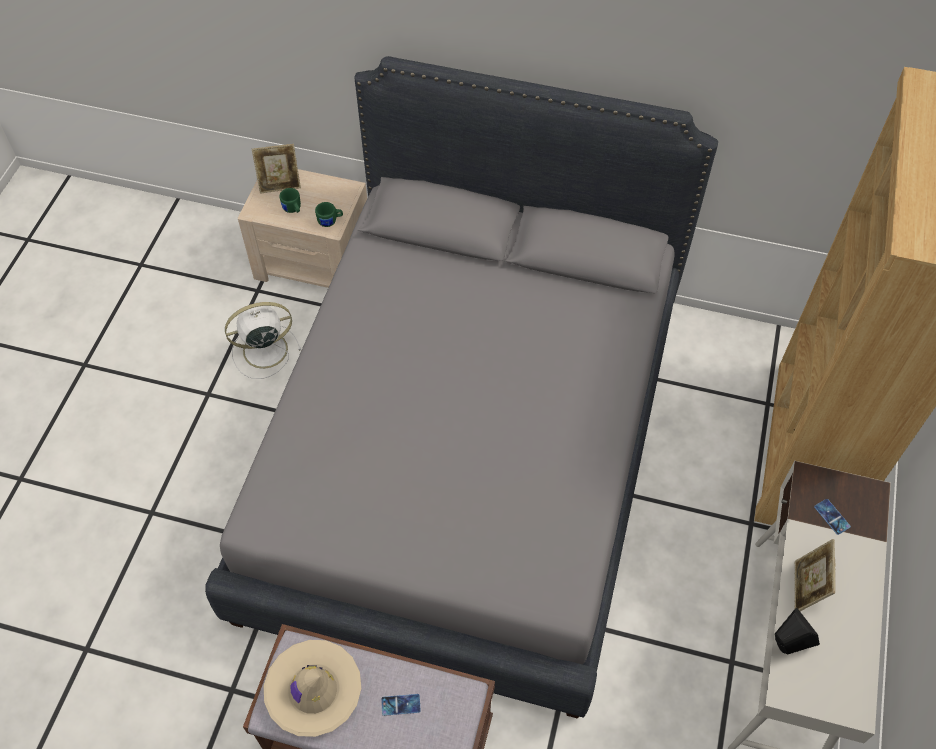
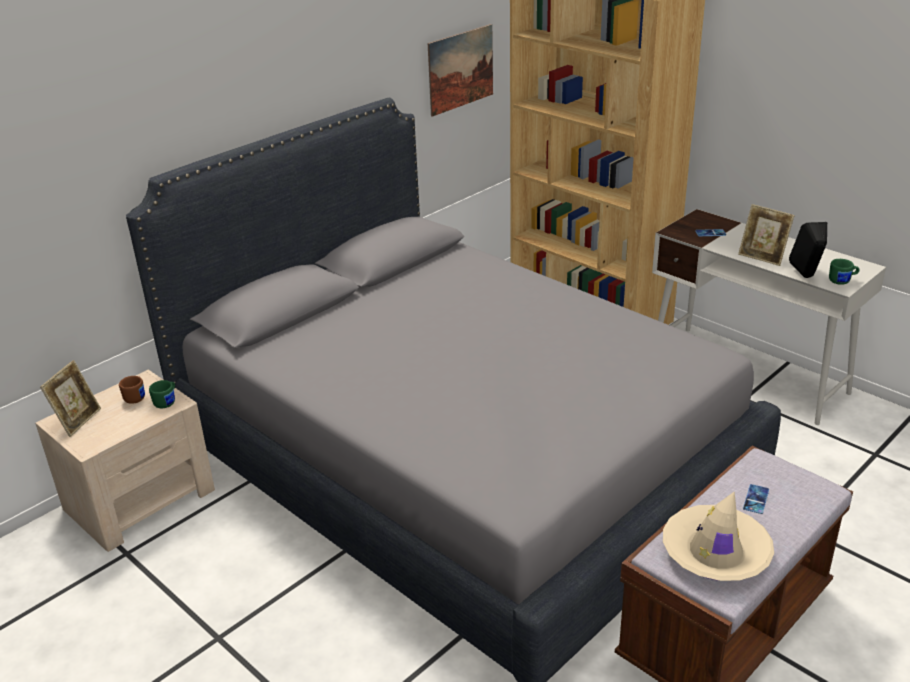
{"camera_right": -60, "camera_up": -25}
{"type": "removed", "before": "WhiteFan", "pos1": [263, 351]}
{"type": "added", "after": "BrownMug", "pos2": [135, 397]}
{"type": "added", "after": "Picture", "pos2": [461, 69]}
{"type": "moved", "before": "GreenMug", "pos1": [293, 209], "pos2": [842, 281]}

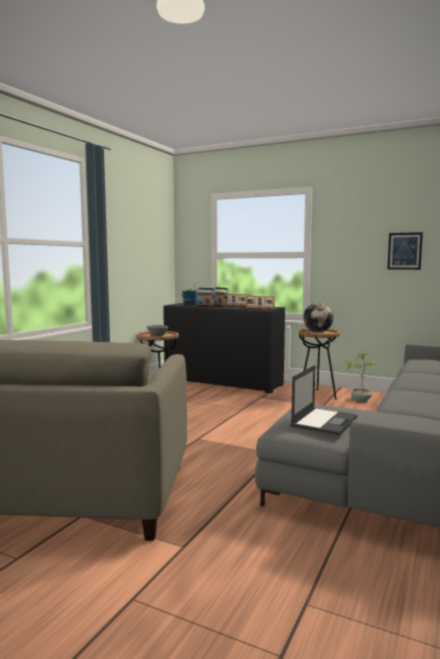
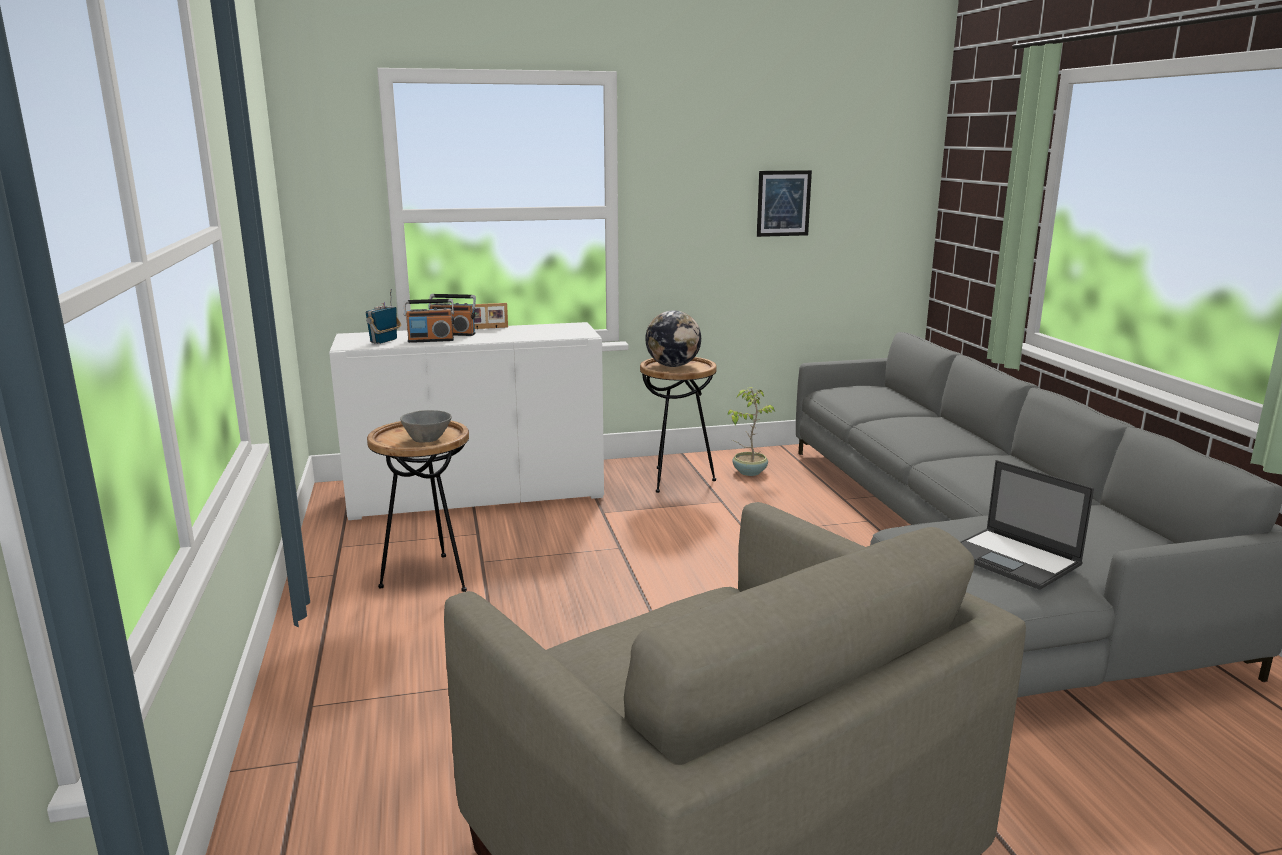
{"camera_right": -40, "camera_up": 10}
{"type": "removed", "before": "PictureFrame", "pos1": [259, 308]}
{"type": "recoloured", "before": "BlackCabinet", "after": "WhiteCabinet", "pos1": [223, 382], "pos2": [477, 495]}
{"type": "turned", "before": "Laptop", "pos1": [324, 421], "pos2": [1014, 559], "turn": 150}

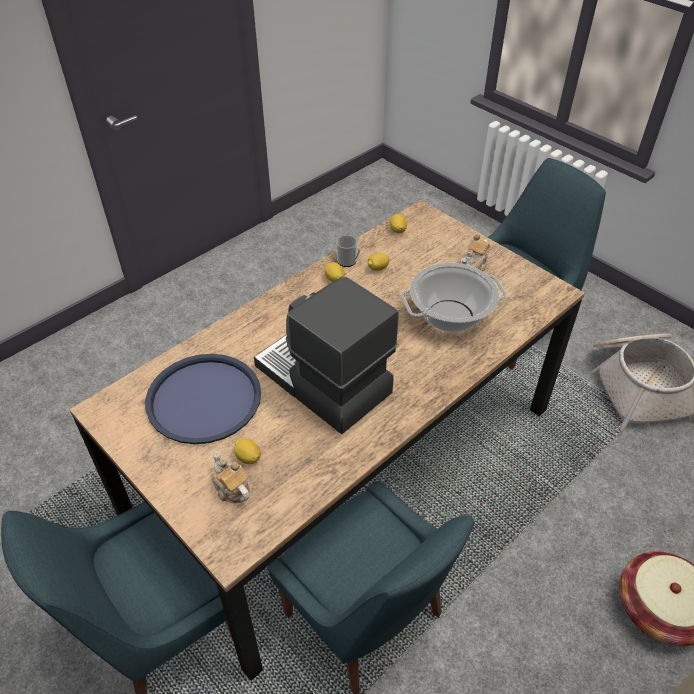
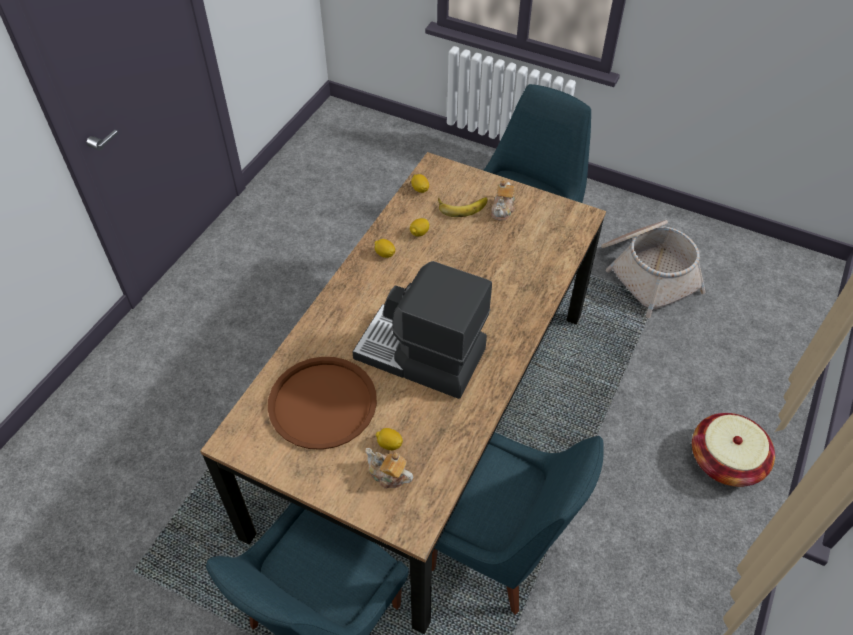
{"camera_right": -20, "camera_up": 5}
{"type": "removed", "before": "Mug", "pos1": [348, 262]}
{"type": "removed", "before": "CookingPot", "pos1": [450, 316]}
{"type": "added", "after": "Banana", "pos2": [462, 205]}
{"type": "recoloured", "before": "BlueTray", "after": "BrownTray", "pos1": [204, 399], "pos2": [322, 403]}

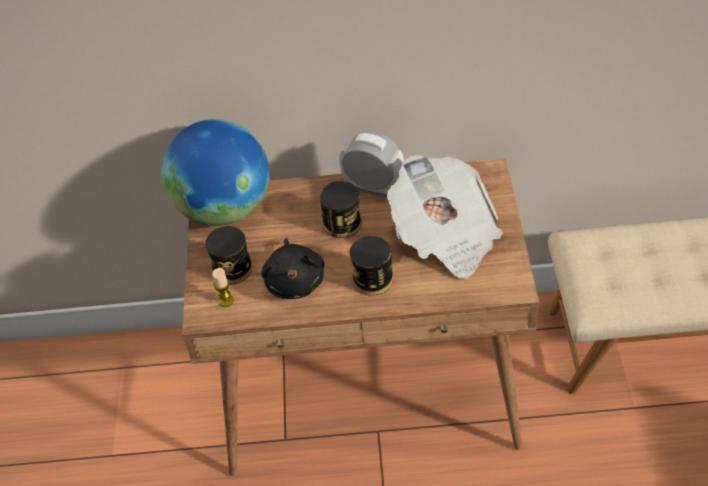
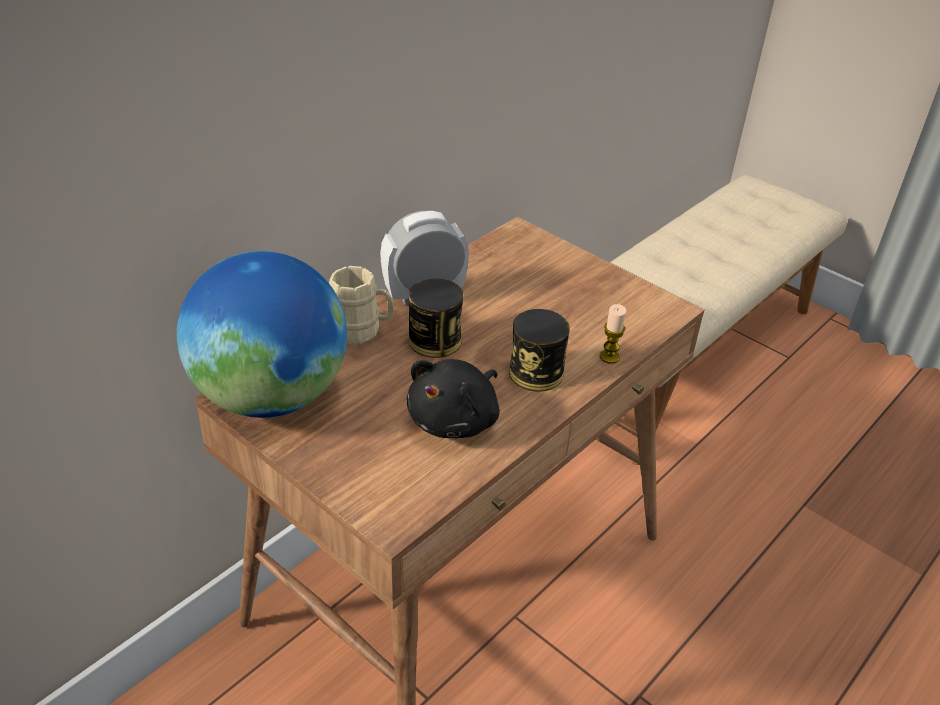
{"camera_right": -50, "camera_up": -10}
{"type": "removed", "before": "Can", "pos1": [232, 268]}
{"type": "removed", "before": "Newspaper", "pos1": [445, 236]}
{"type": "added", "after": "BeigeMug", "pos2": [361, 331]}
{"type": "moved", "before": "Candle", "pos1": [226, 300], "pos2": [609, 357]}
{"type": "turned", "before": "BlackPlushToy", "pos1": [295, 281], "pos2": [456, 420], "turn": 90}

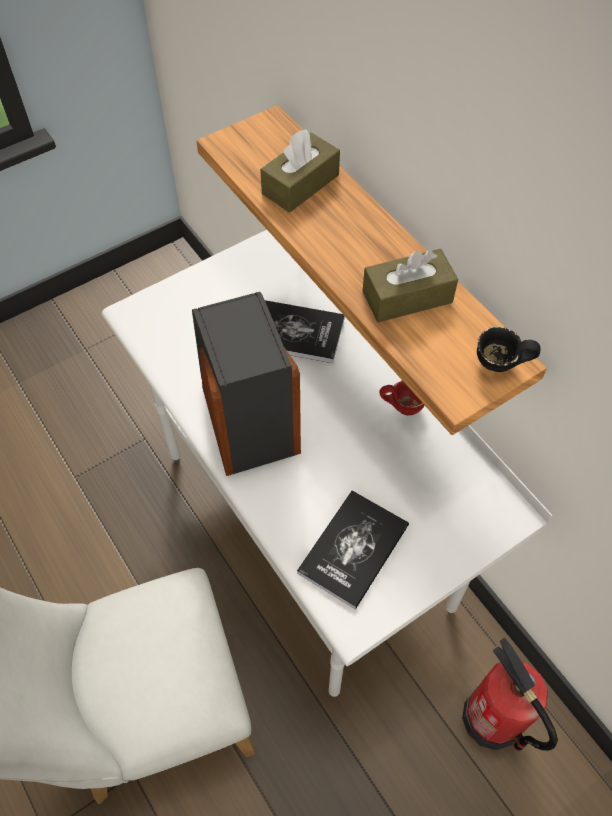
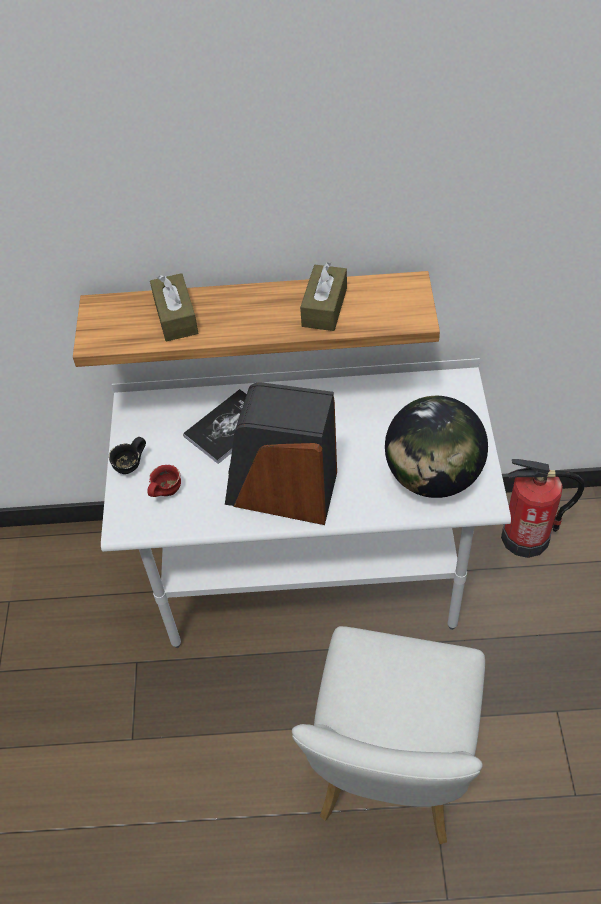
{"camera_right": -55, "camera_up": -5}
{"type": "moved", "before": "RedMug", "pos1": [403, 406], "pos2": [165, 492]}
{"type": "moved", "before": "BlackMug", "pos1": [498, 367], "pos2": [131, 468]}
{"type": "replaced", "before": "Book", "after": "Globe", "pos1": [353, 549], "pos2": [432, 476]}

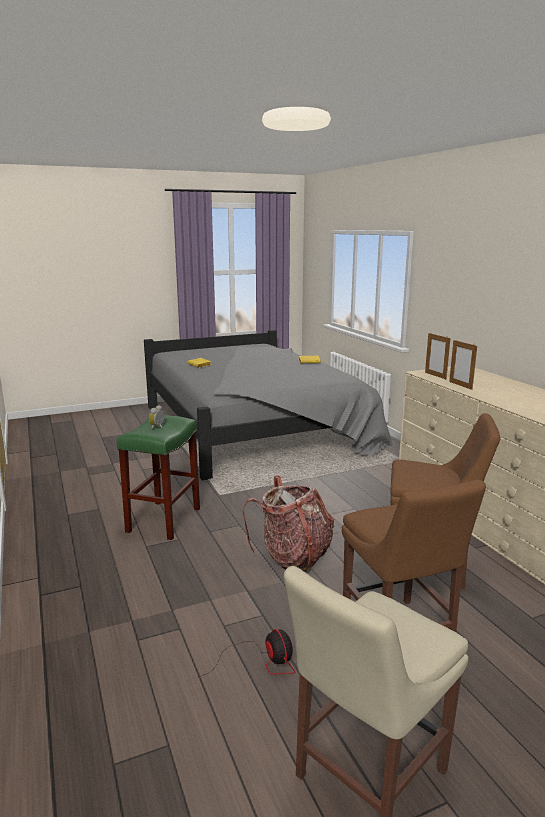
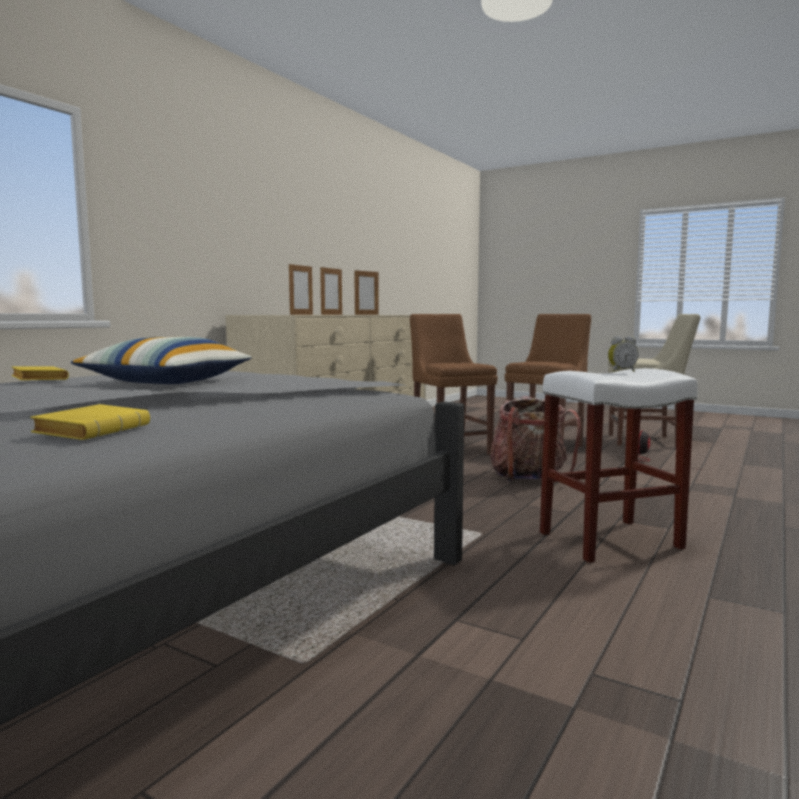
{"camera_right": -125, "camera_up": -10}
{"type": "added", "after": "Pillow", "pos2": [167, 382]}
{"type": "added", "after": "PictureFrame", "pos2": [366, 314]}
{"type": "recoloured", "before": "GreenStool", "after": "WhiteStool", "pos1": [164, 520], "pos2": [610, 540]}

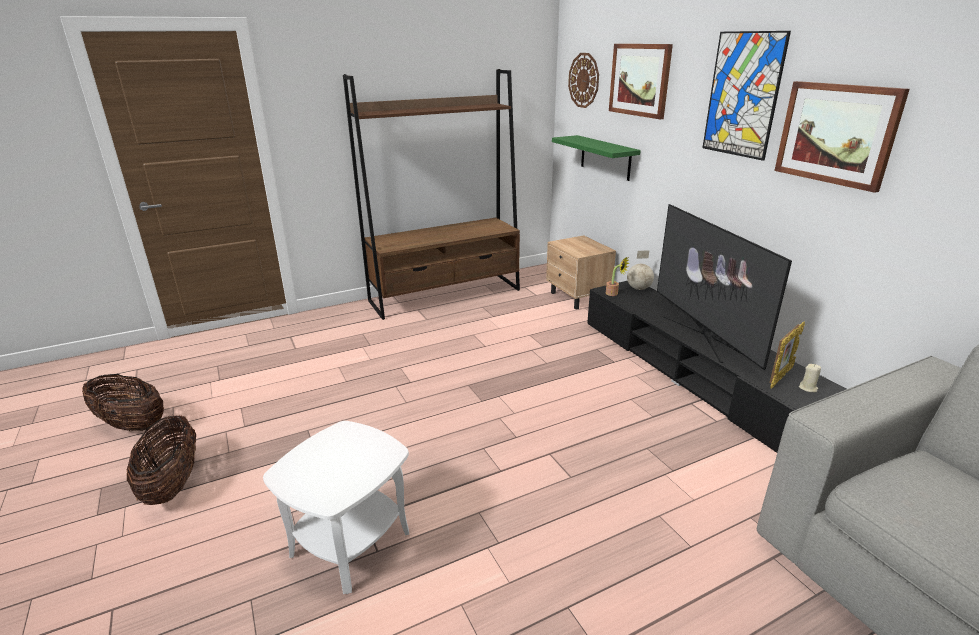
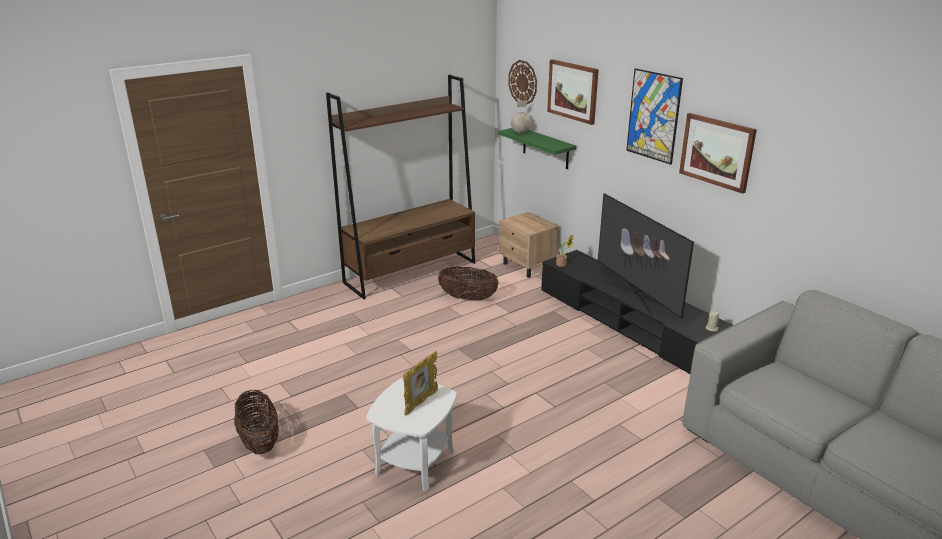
{"camera_right": -10, "camera_up": 0}
{"type": "moved", "before": "Basket", "pos1": [131, 424], "pos2": [468, 298]}
{"type": "moved", "before": "Globe", "pos1": [638, 288], "pos2": [520, 132]}
{"type": "moved", "before": "PictureFrame", "pos1": [780, 377], "pos2": [421, 402]}

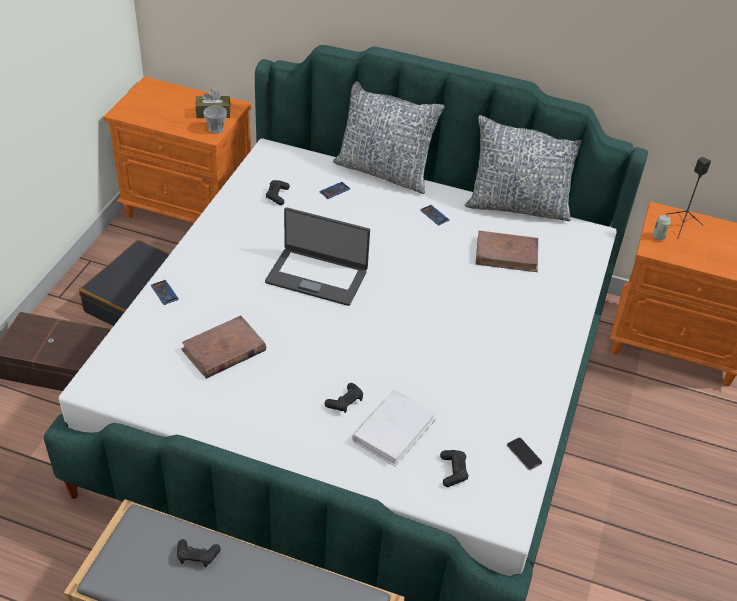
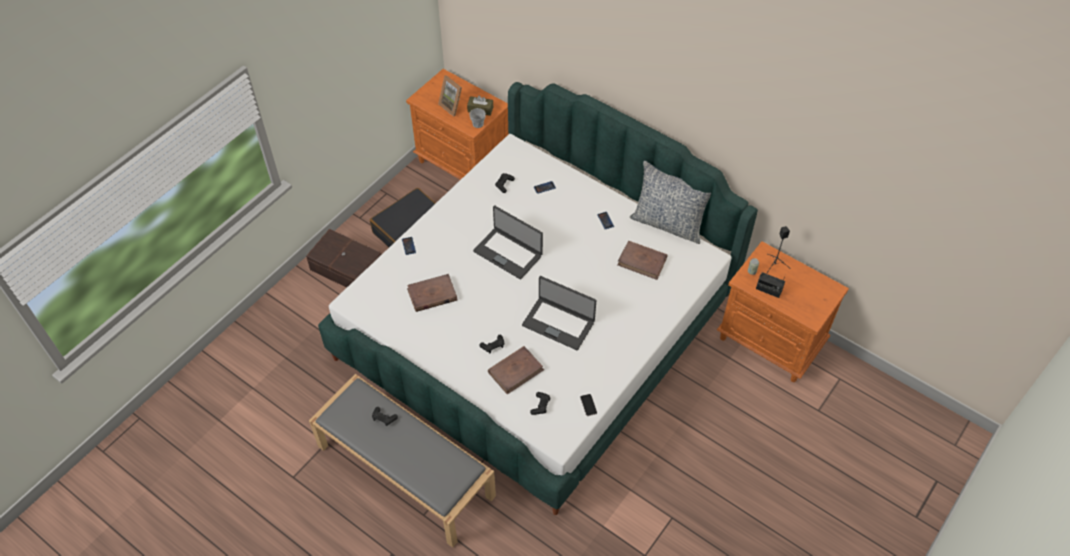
{"camera_right": 20, "camera_up": 10}
{"type": "removed", "before": "Pillow", "pos1": [384, 171]}
{"type": "added", "after": "PictureFrame", "pos2": [453, 105]}
{"type": "added", "after": "Laptop", "pos2": [558, 323]}
{"type": "added", "after": "Radio", "pos2": [768, 290]}
{"type": "recoloured", "before": "WhiteBook", "after": "BrownBook", "pos1": [394, 430], "pos2": [515, 371]}

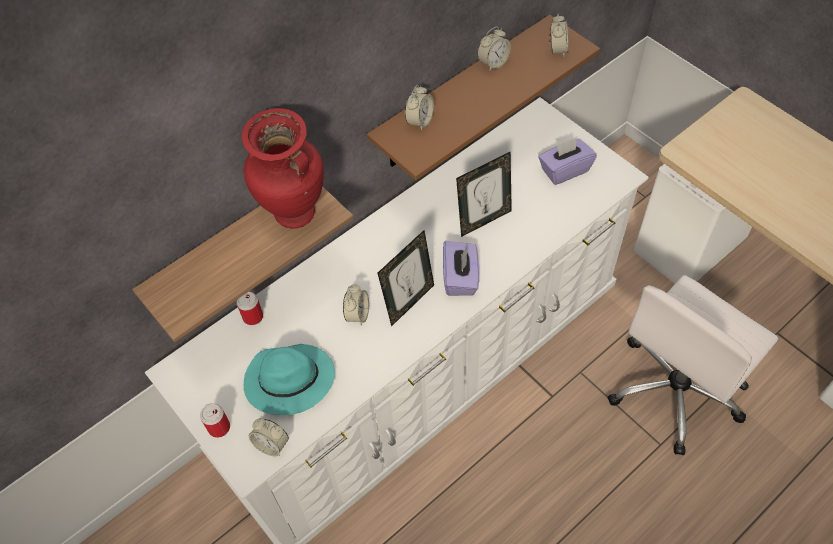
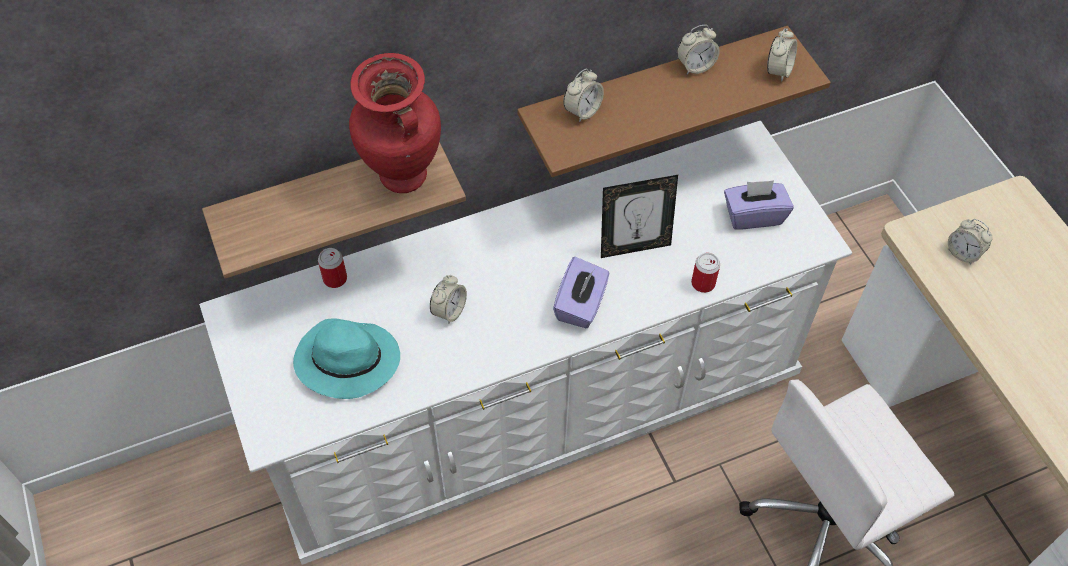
{"camera_right": 15, "camera_up": 0}
{"type": "removed", "before": "PictureFrame", "pos1": [409, 302]}
{"type": "moved", "before": "Can", "pos1": [219, 427], "pos2": [703, 283]}
{"type": "moved", "before": "AlarmClock", "pos1": [272, 444], "pos2": [963, 253]}

